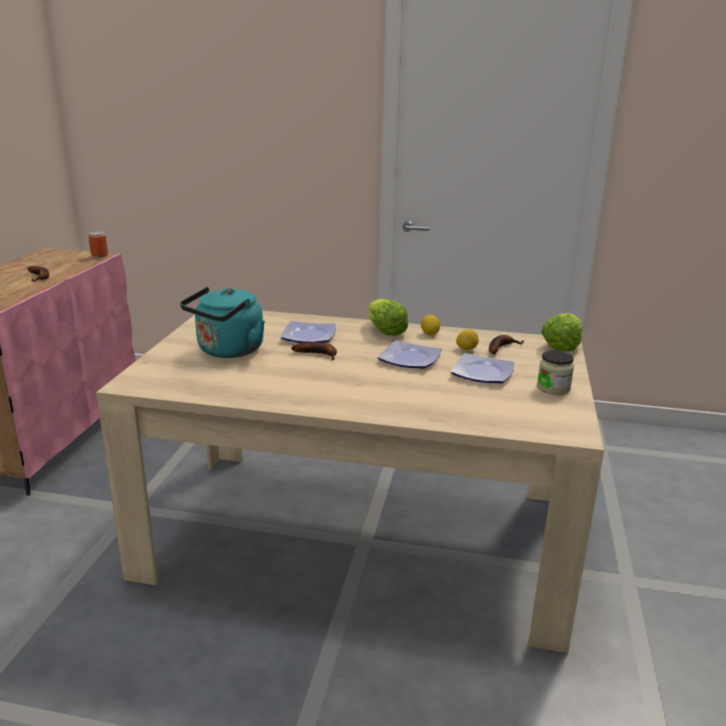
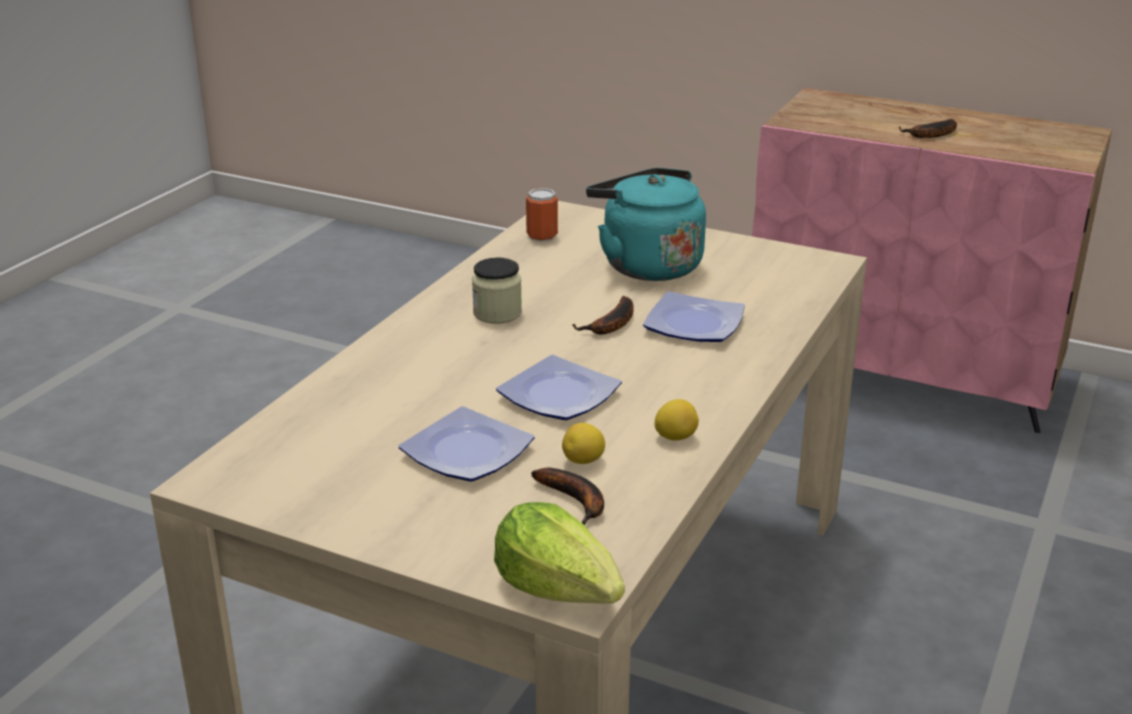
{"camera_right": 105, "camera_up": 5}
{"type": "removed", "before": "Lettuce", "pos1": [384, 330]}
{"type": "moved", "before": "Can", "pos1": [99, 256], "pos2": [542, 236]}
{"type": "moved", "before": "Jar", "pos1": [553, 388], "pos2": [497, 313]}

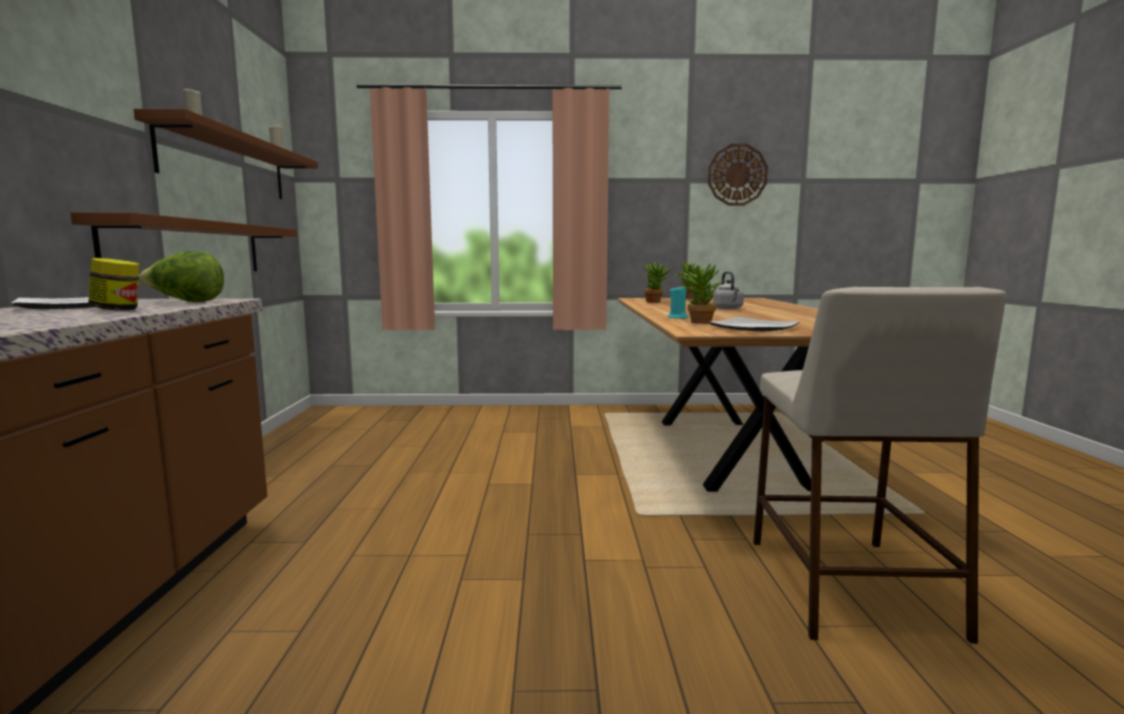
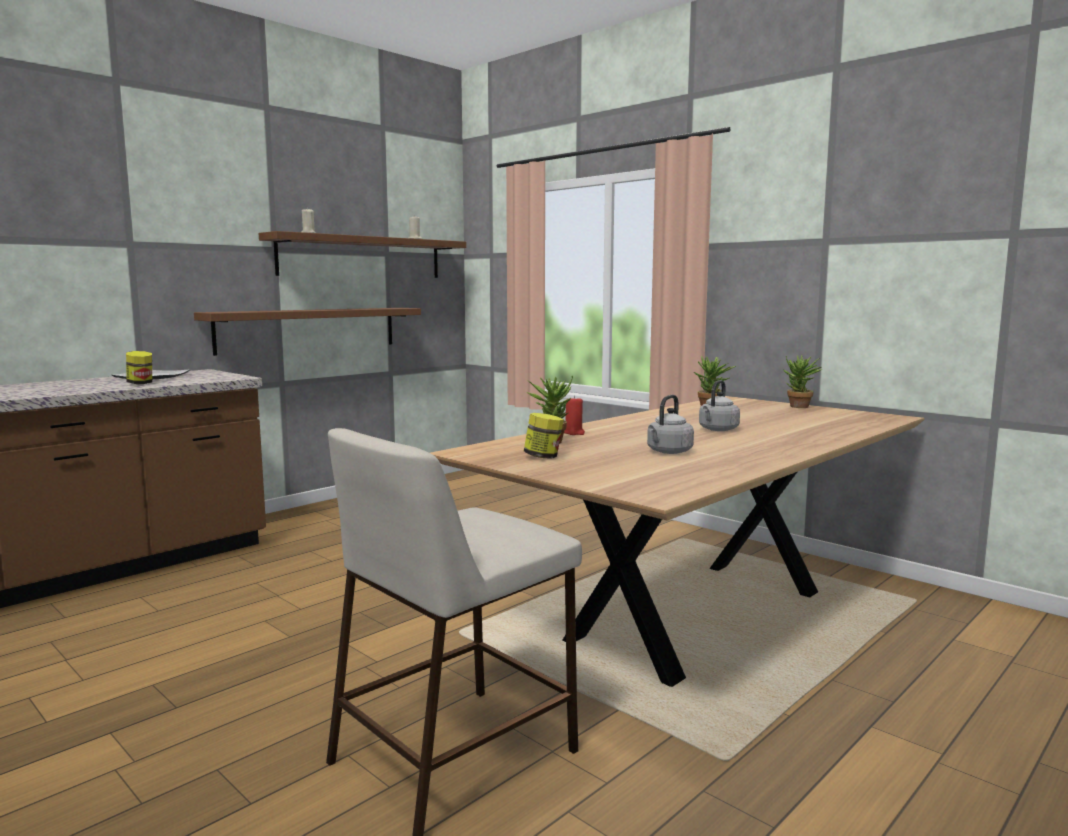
{"camera_right": 45, "camera_up": 0}
{"type": "removed", "before": "Lettuce", "pos1": [187, 302]}
{"type": "removed", "before": "WallClock", "pos1": [737, 175]}
{"type": "added", "after": "GreyKettle", "pos2": [668, 452]}
{"type": "replaced", "before": "Plate", "after": "Jar", "pos1": [752, 328], "pos2": [543, 457]}
{"type": "recoloured", "before": "TurquoiseCandle", "after": "RedCandle", "pos1": [678, 317], "pos2": [574, 433]}

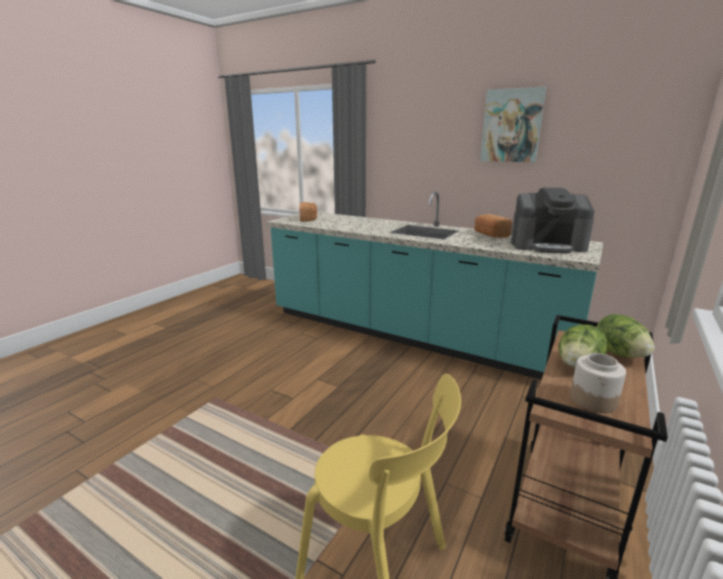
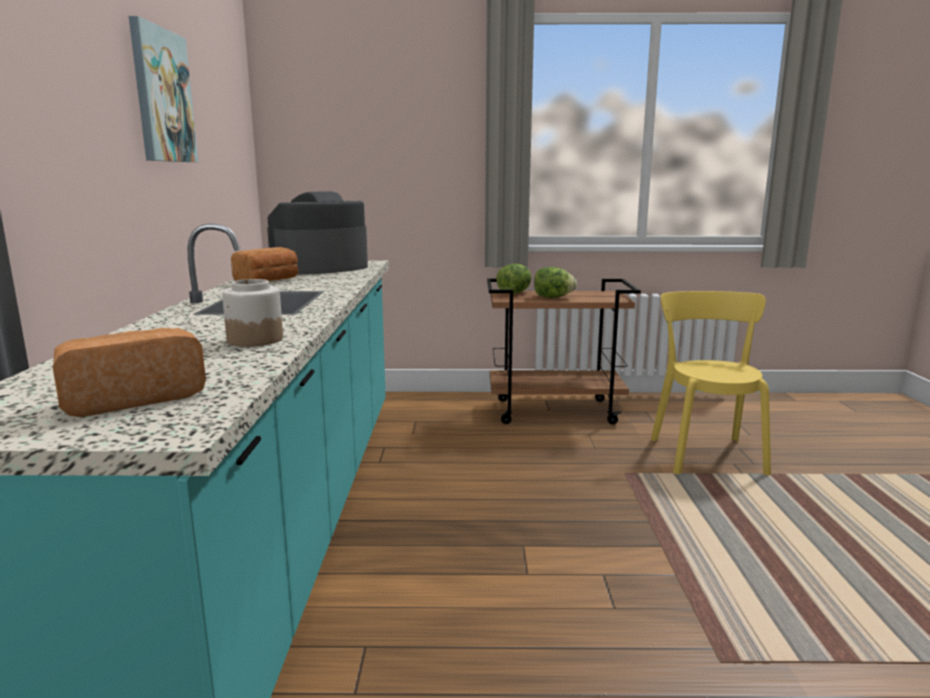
{"camera_right": -120, "camera_up": -5}
{"type": "moved", "before": "Jar", "pos1": [593, 400], "pos2": [255, 340]}
{"type": "turned", "before": "CoffeeMachine", "pos1": [547, 246], "pos2": [320, 268], "turn": -105}

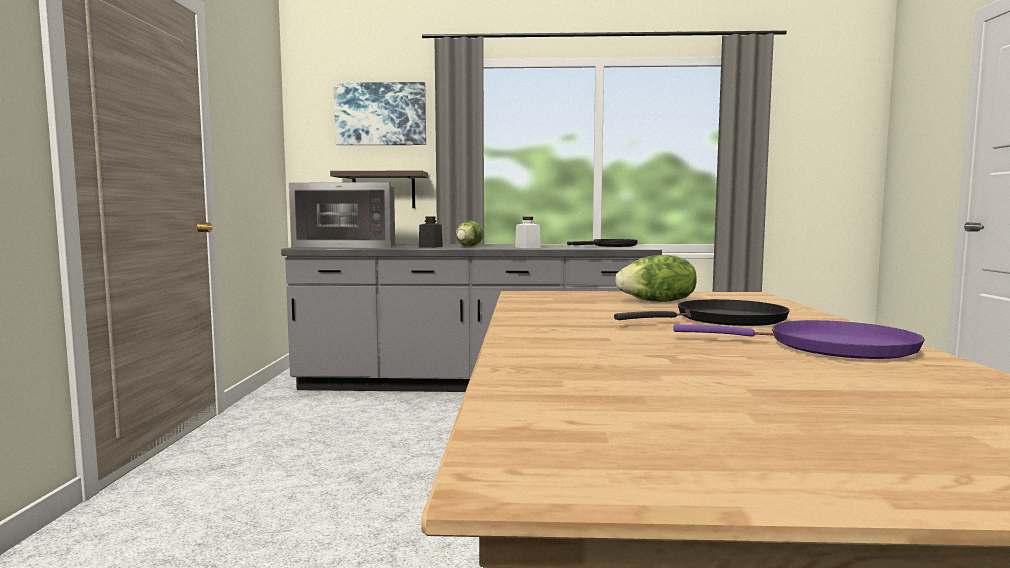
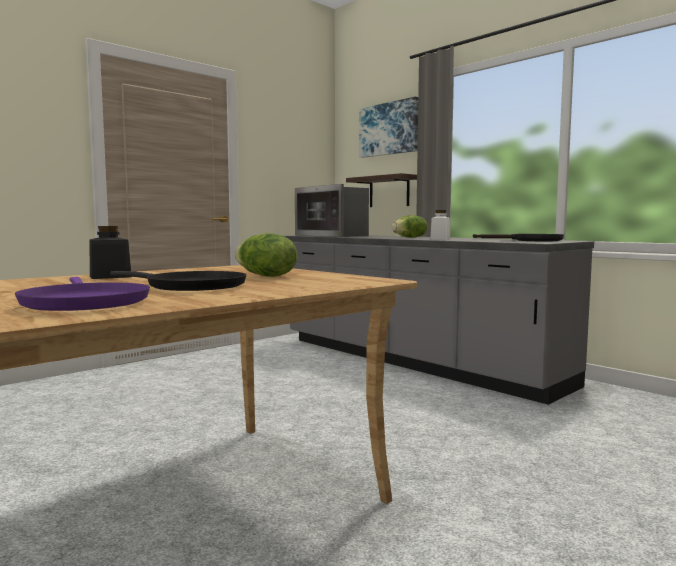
{"camera_right": 45, "camera_up": 0}
{"type": "moved", "before": "BlackJar", "pos1": [430, 246], "pos2": [110, 276]}

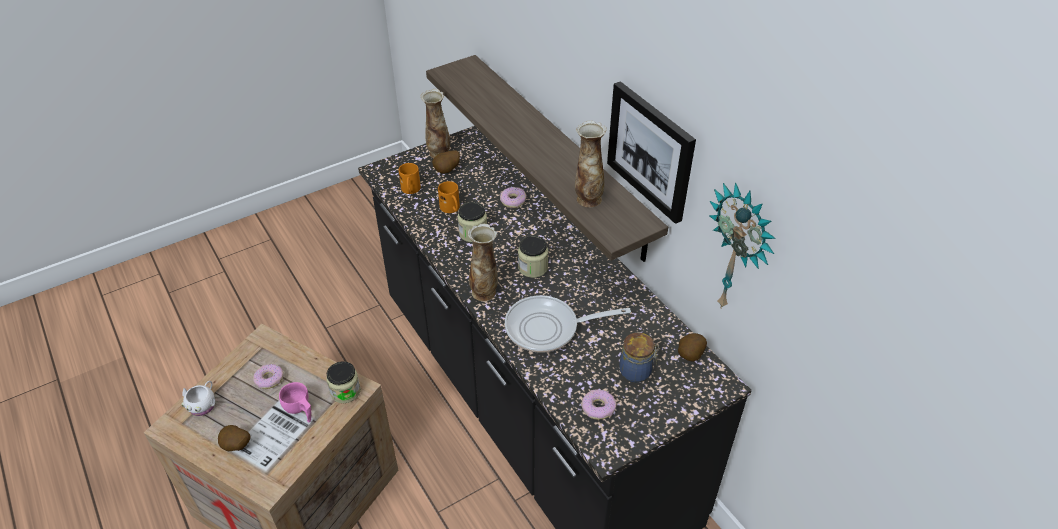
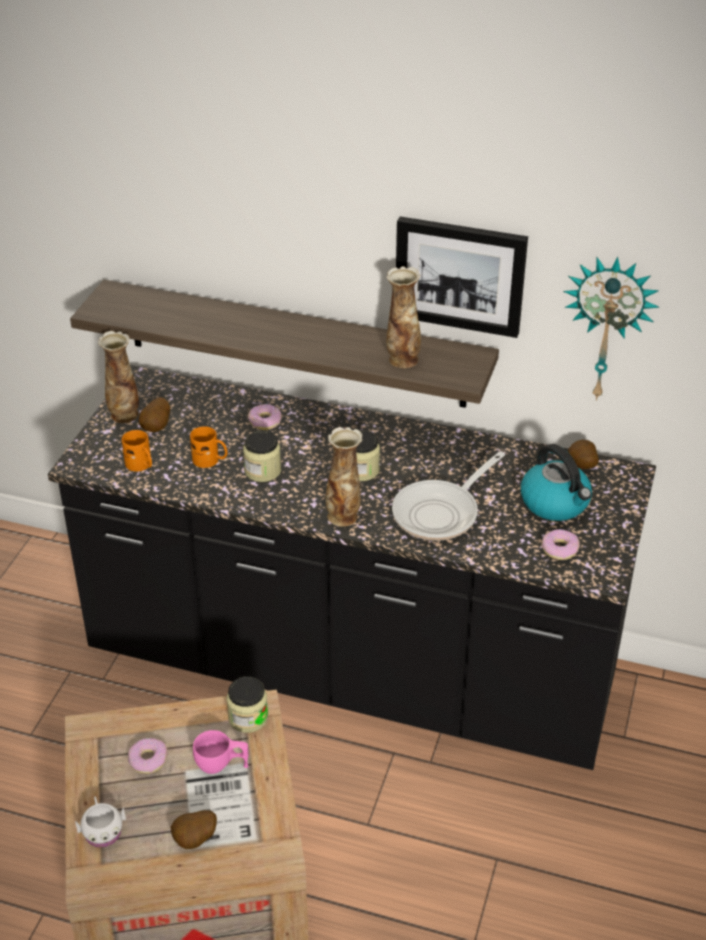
{"camera_right": -40, "camera_up": -5}
{"type": "replaced", "before": "Jar", "after": "Kettle", "pos1": [637, 371], "pos2": [556, 503]}

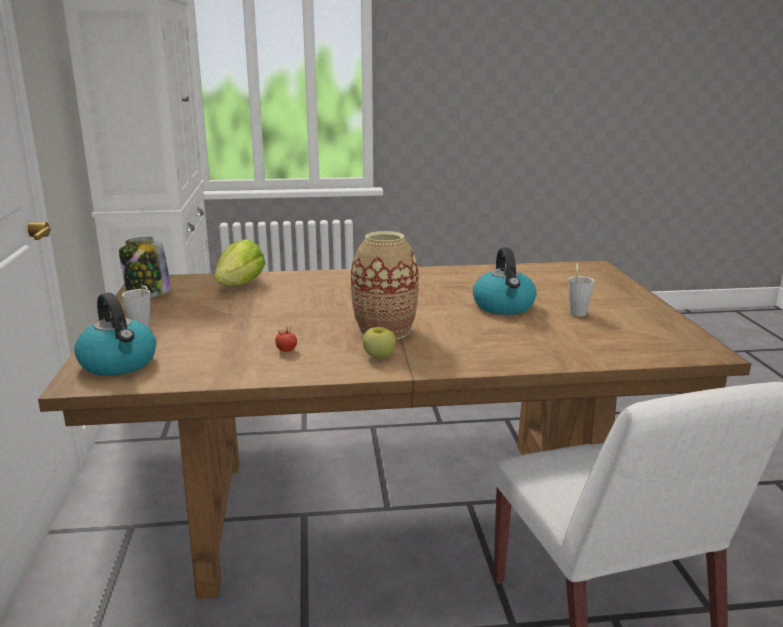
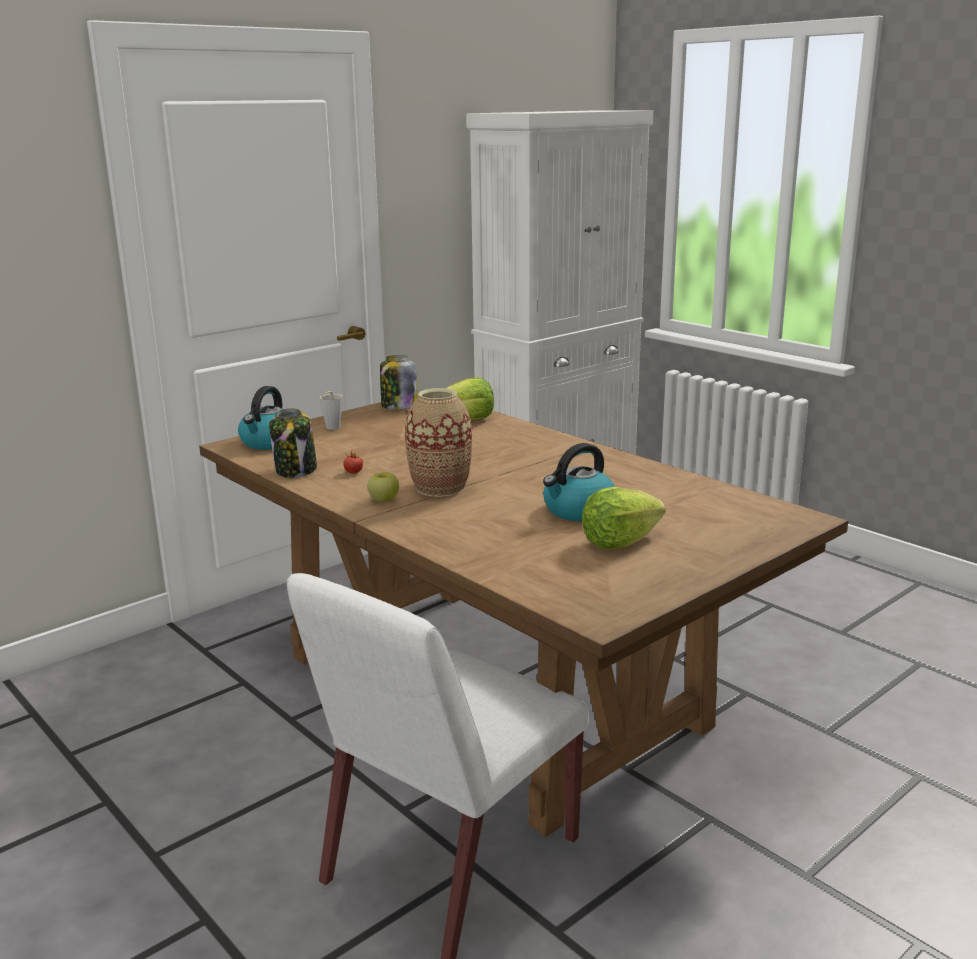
{"camera_right": 55, "camera_up": 0}
{"type": "added", "after": "Jar", "pos2": [296, 470]}
{"type": "replaced", "before": "GreyCup", "after": "Lettuce", "pos1": [578, 312], "pos2": [619, 542]}

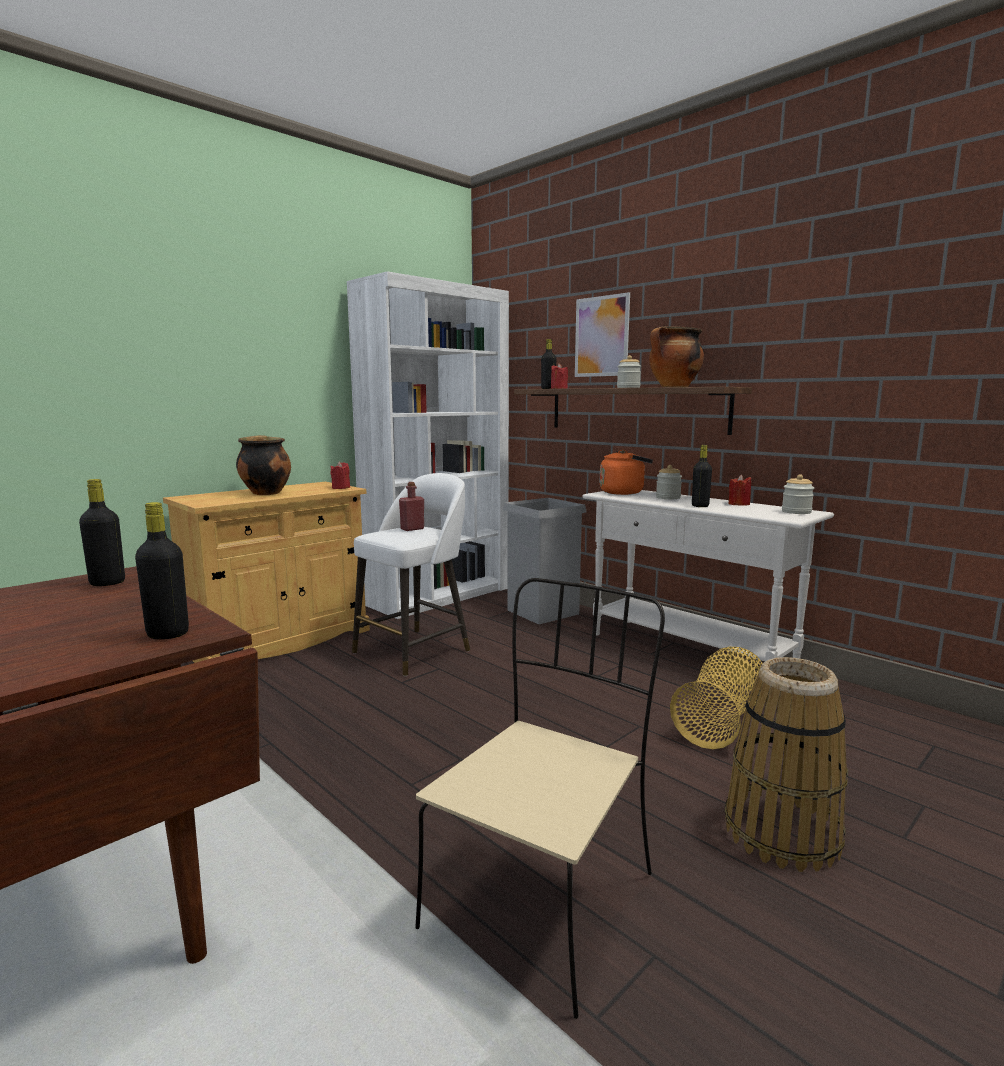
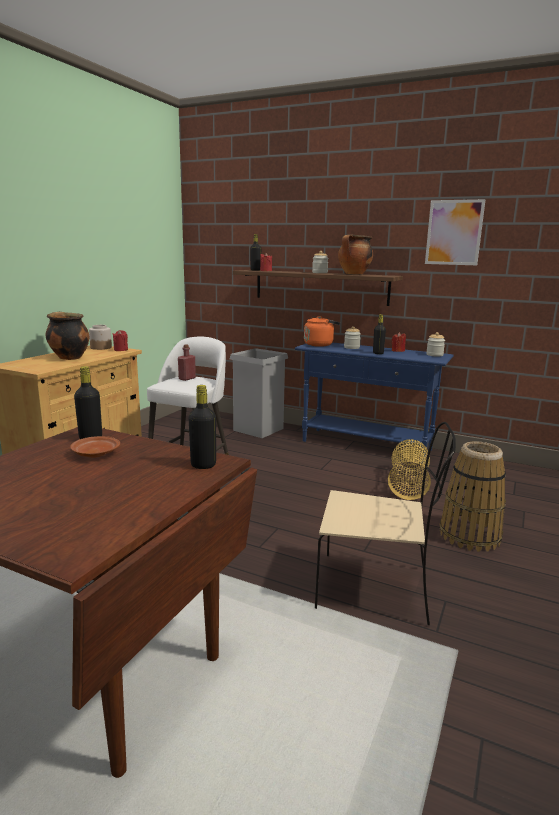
{"camera_right": -20, "camera_up": 5}
{"type": "removed", "before": "WhiteBookcase", "pos1": [438, 596]}
{"type": "added", "after": "BrownPlate", "pos2": [95, 453]}
{"type": "added", "after": "Jar", "pos2": [101, 347]}
{"type": "moved", "before": "Picture", "pos1": [601, 336], "pos2": [454, 232]}
{"type": "recoloured", "before": "WhiteConsoleTable", "after": "BlueConsoleTable", "pos1": [689, 652], "pos2": [366, 446]}
{"type": "turned", "before": "BeigeChair", "pos1": [543, 897], "pos2": [376, 588], "turn": 90}

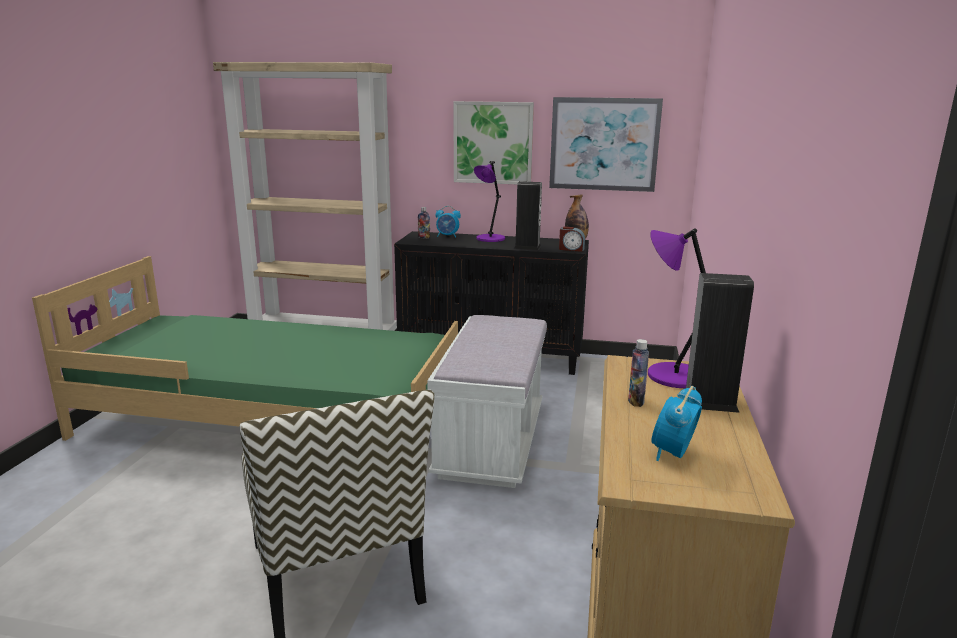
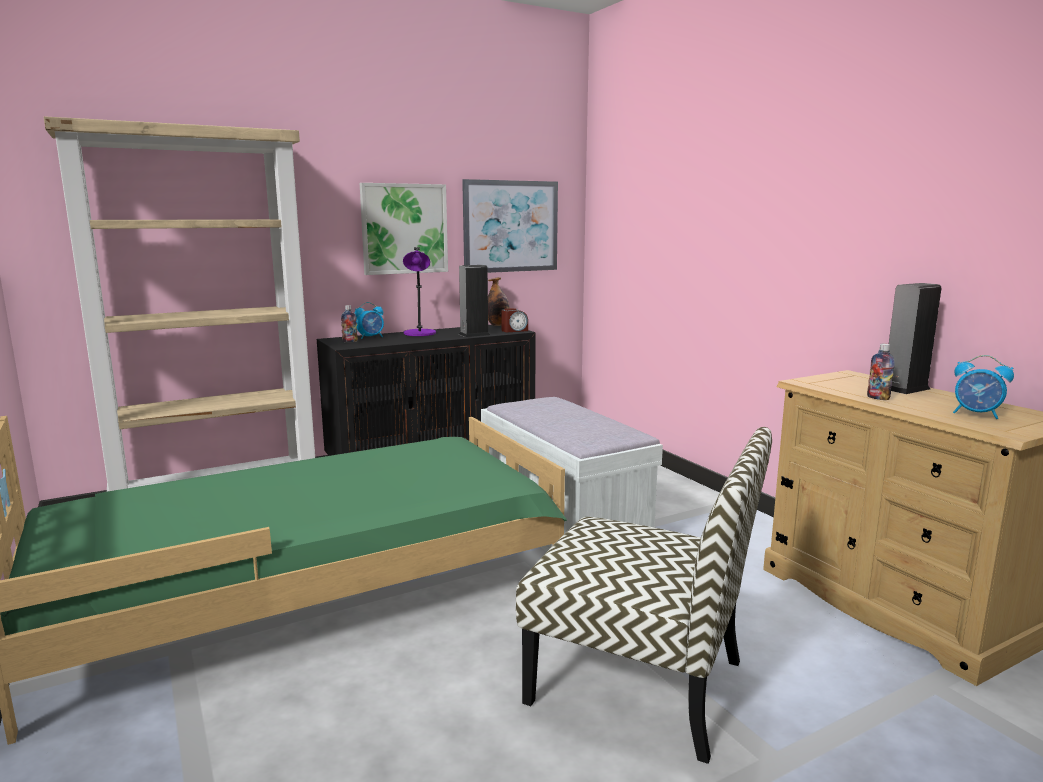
{"camera_right": -40, "camera_up": -5}
{"type": "removed", "before": "PurpleTableLamp", "pos1": [672, 376]}
{"type": "turned", "before": "AlarmClock", "pos1": [672, 454], "pos2": [976, 414], "turn": -45}

